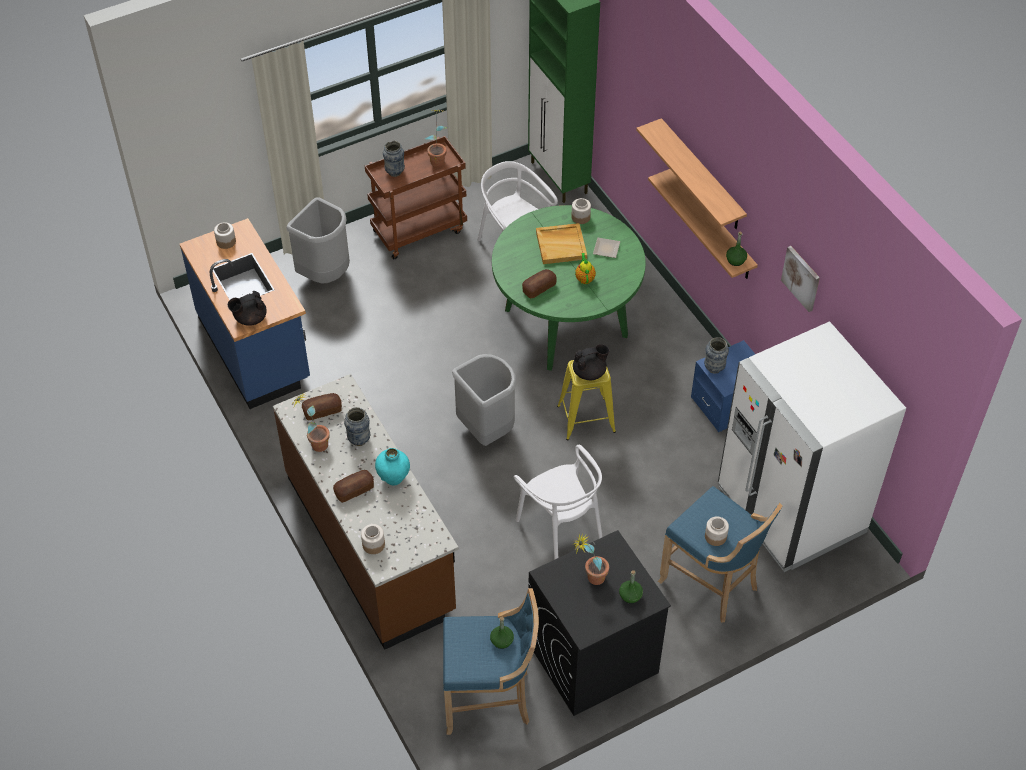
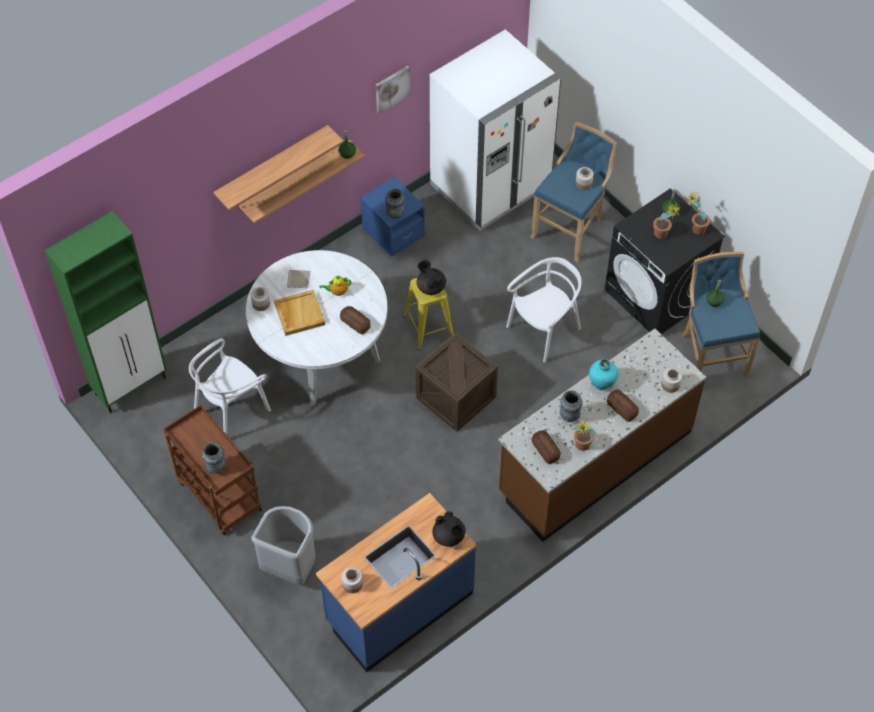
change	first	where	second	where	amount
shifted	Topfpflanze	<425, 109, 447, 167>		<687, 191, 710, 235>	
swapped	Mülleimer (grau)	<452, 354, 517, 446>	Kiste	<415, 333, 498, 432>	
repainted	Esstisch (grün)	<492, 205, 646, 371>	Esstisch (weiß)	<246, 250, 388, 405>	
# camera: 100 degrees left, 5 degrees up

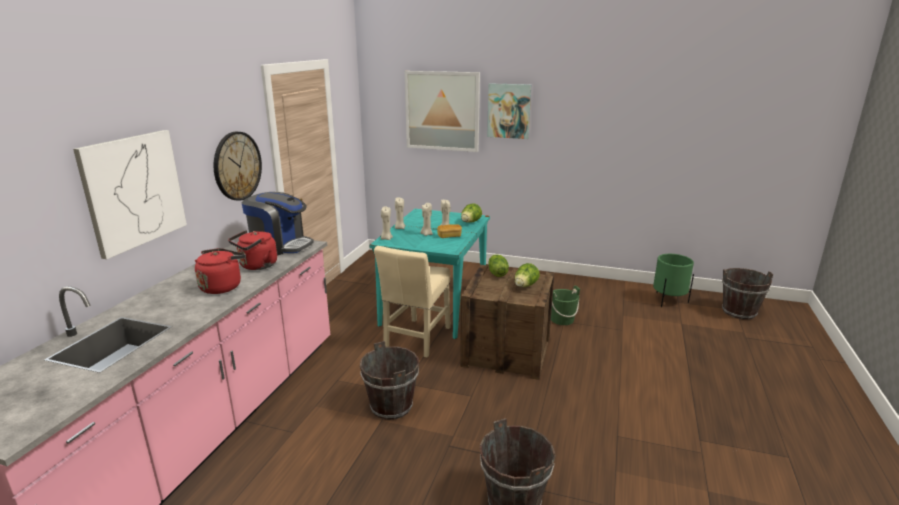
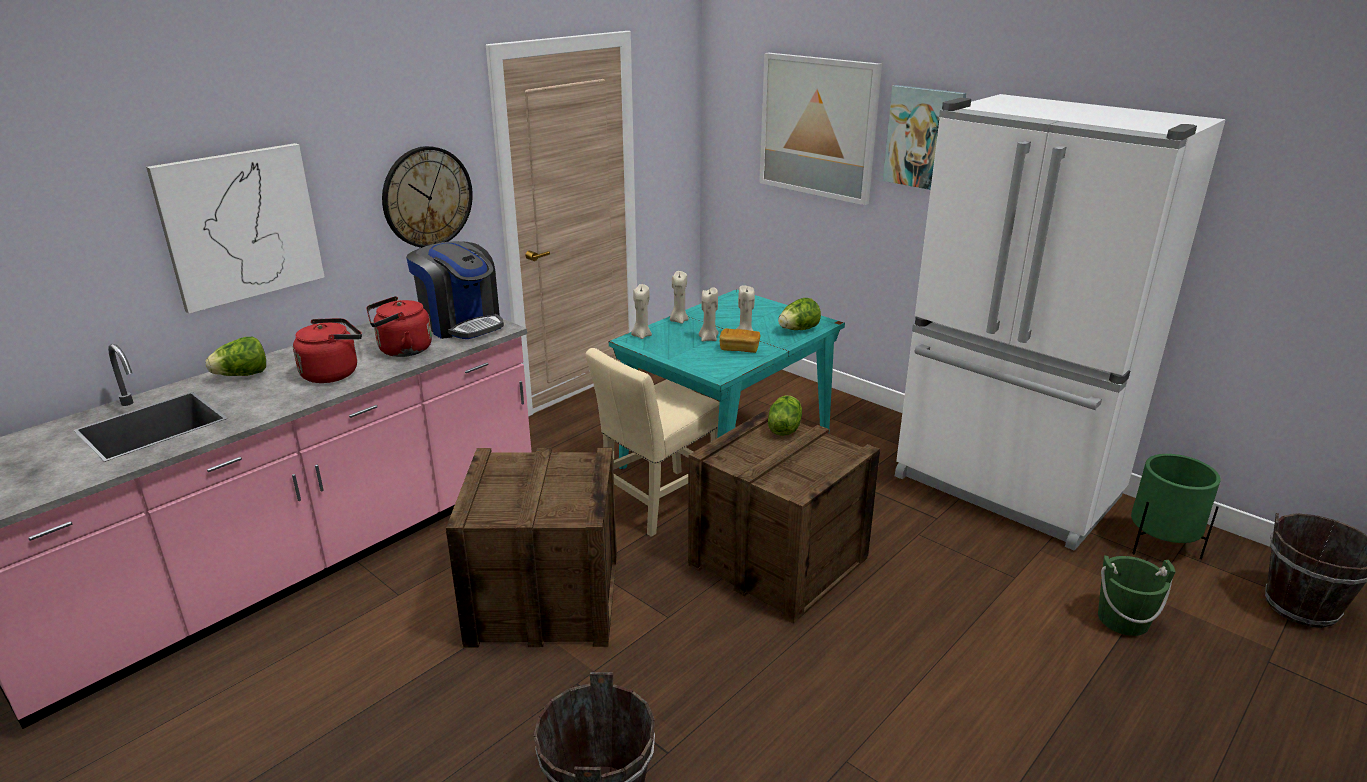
change	first	where	second	where	amount
new			Kühlschrank (weiß)	<895, 94, 1226, 551>	
shifted	Salatkopf	<515, 263, 540, 287>		<205, 337, 266, 376>	
shifted	Eimer (grün)	<551, 285, 580, 325>		<1098, 555, 1176, 636>	
swapped	Eimer (braun)	<360, 341, 419, 420>	Kiste	<446, 448, 617, 648>	
# camera: 25 degrees right, 5 degrees up

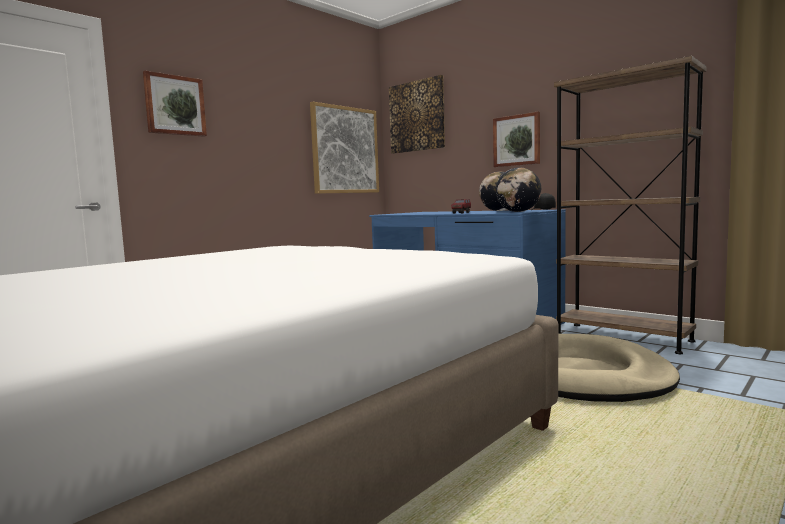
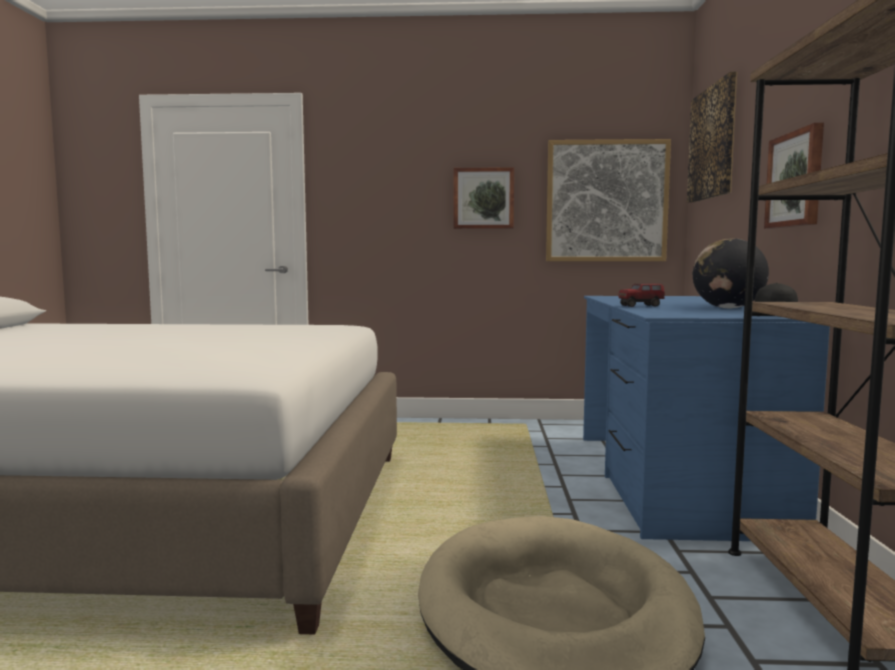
change	first	where	second	where	amount
gone	Globus	<496, 167, 541, 212>			
shifted	Bild	<143, 70, 207, 137>		<454, 167, 514, 229>	
# camera: 50 degrees right, 0 degrees up

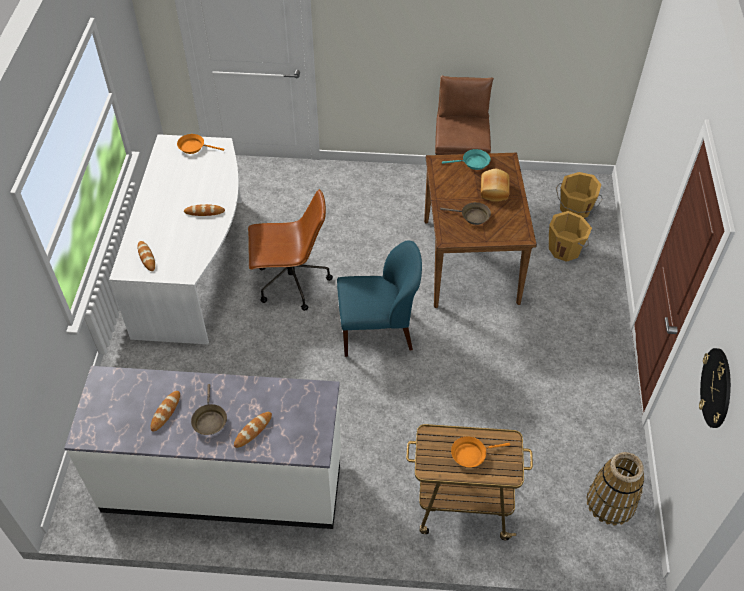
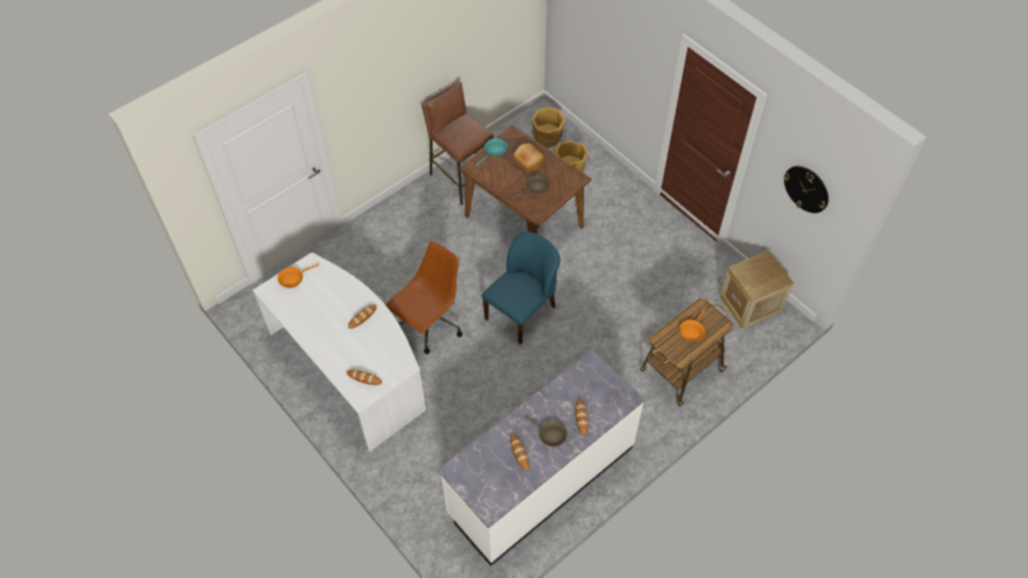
change	first	where	second	where	amount
swapped	Korb	<586, 452, 644, 526>	Kiste	<719, 250, 794, 329>	
# camera: 45 degrees left, 5 degrees up

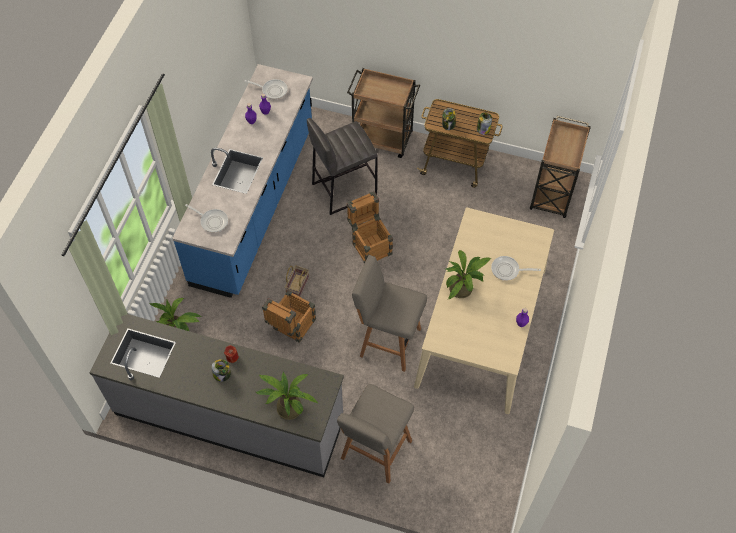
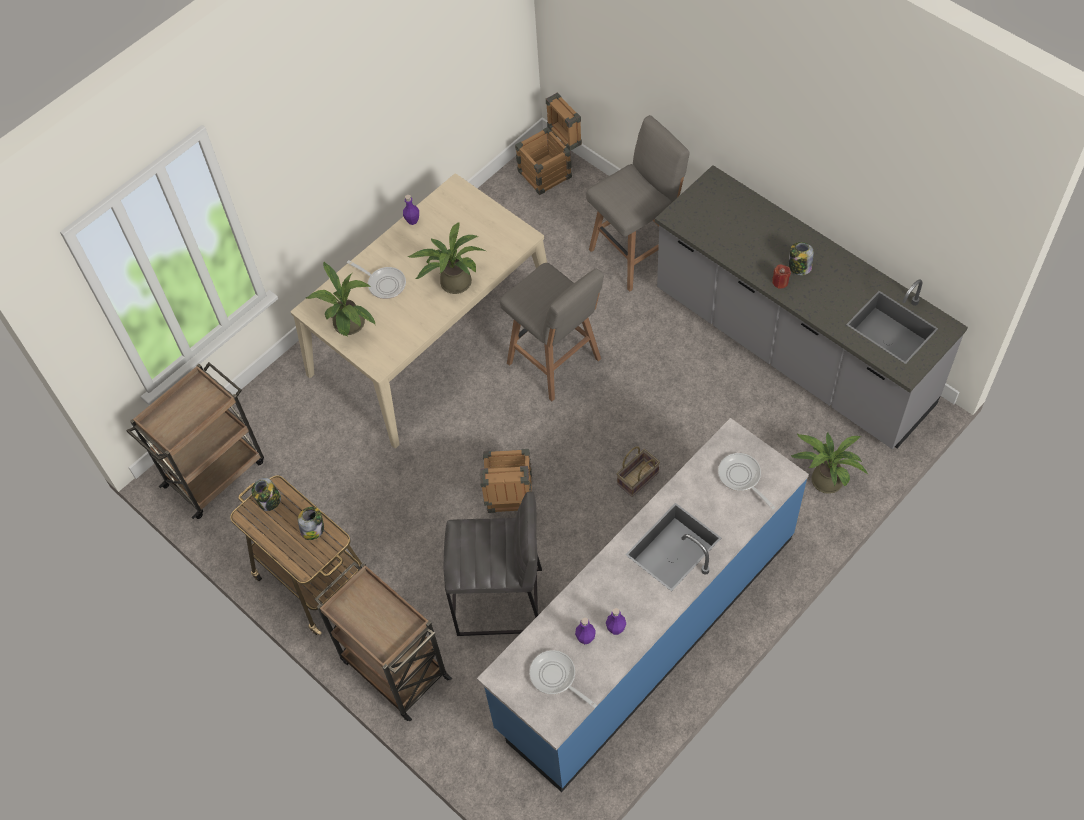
change	first	where	second	where	amount
shifted	Topfpflanze	<256, 372, 318, 420>		<306, 262, 375, 336>	
shifted	Kiste	<262, 290, 316, 343>		<515, 92, 582, 195>	
# camera: 150 degrees left, 0 degrees up

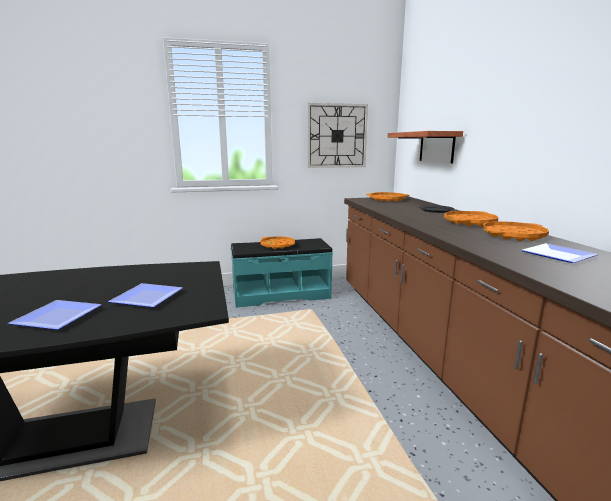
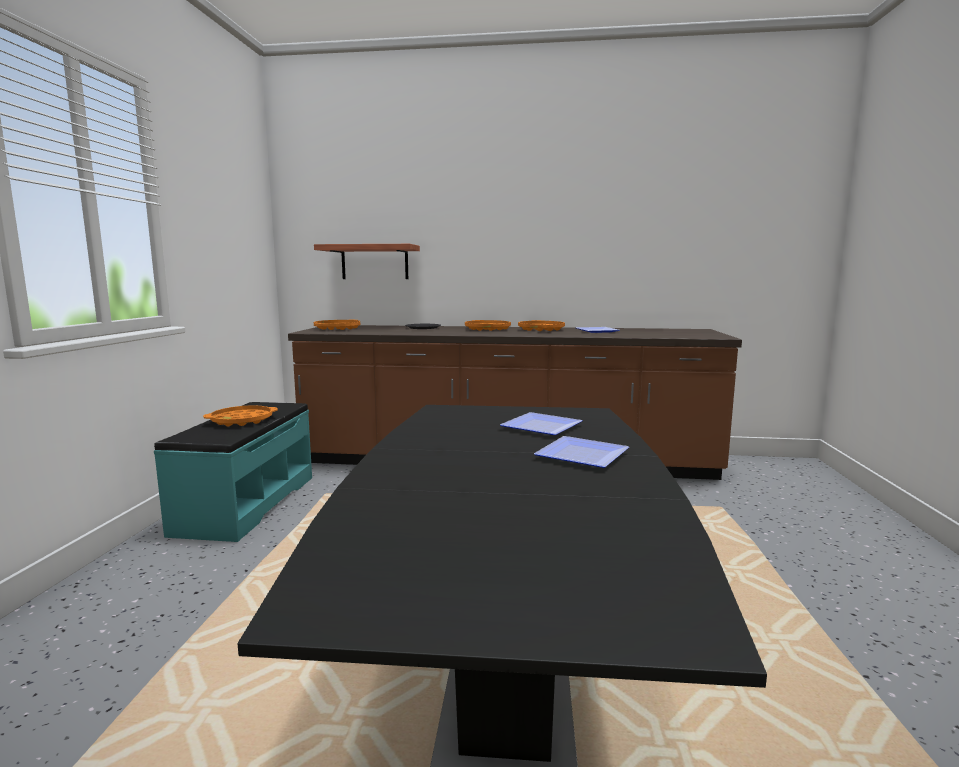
change	first	where	second	where	amount
gone	Wanduhr	<307, 103, 368, 168>			
# camera: 70 degrees left, 5 degrees down

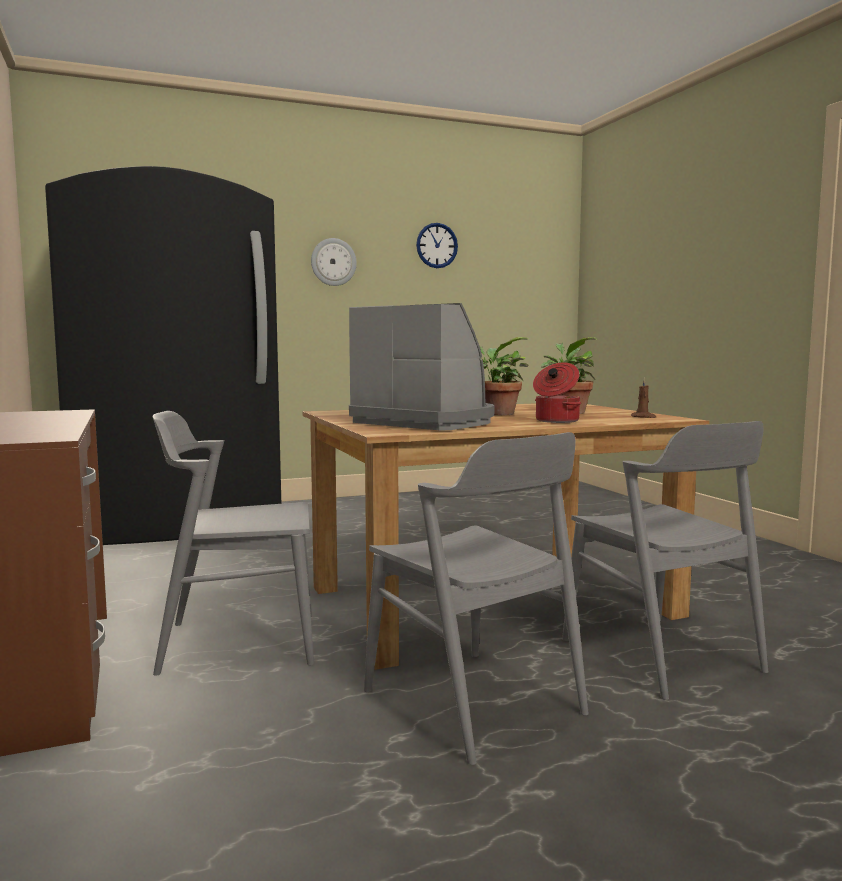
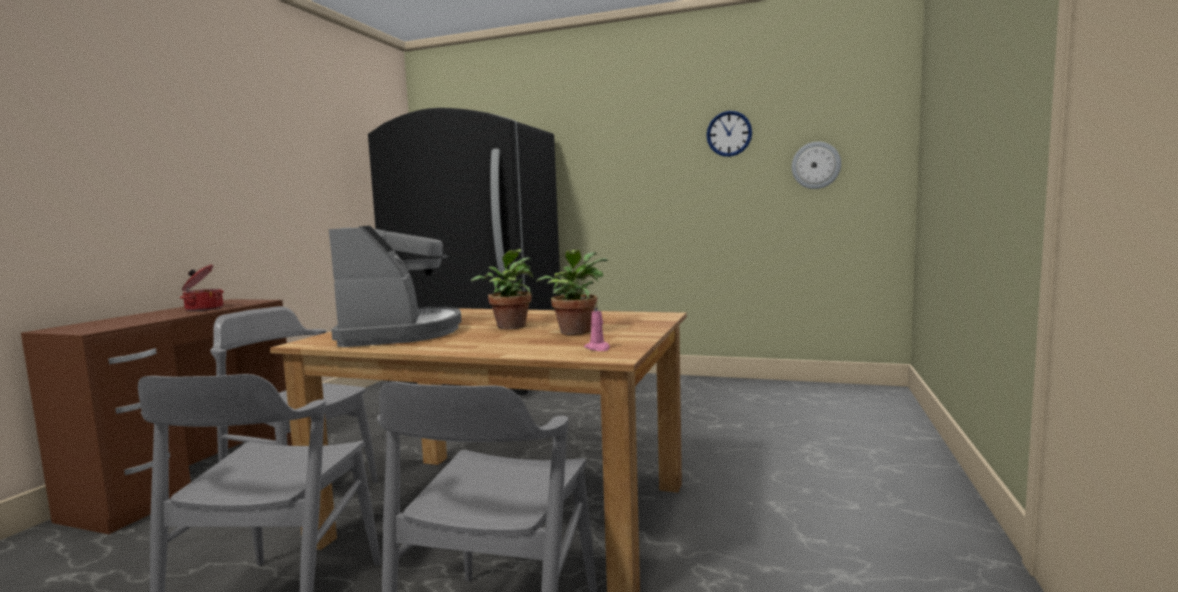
change	first	where	second	where	amount
shifted	Wanduhr	<311, 238, 357, 286>		<792, 142, 841, 189>	
shifted	Kochtopf	<533, 362, 581, 423>		<180, 265, 224, 311>	
repainted	Kerze (braun)	<631, 378, 657, 418>	Kerze (rosa)	<584, 302, 610, 351>	
# camera: 40 degrees right, 0 degrees up

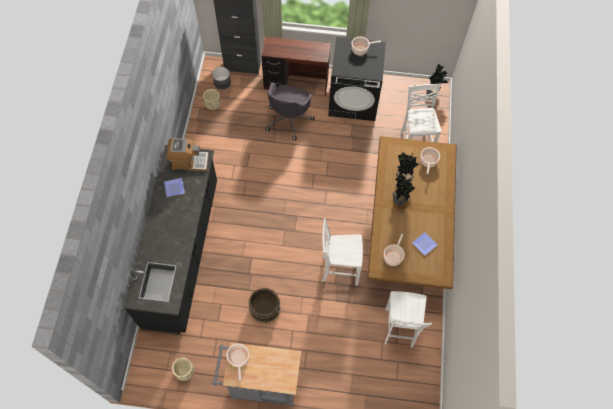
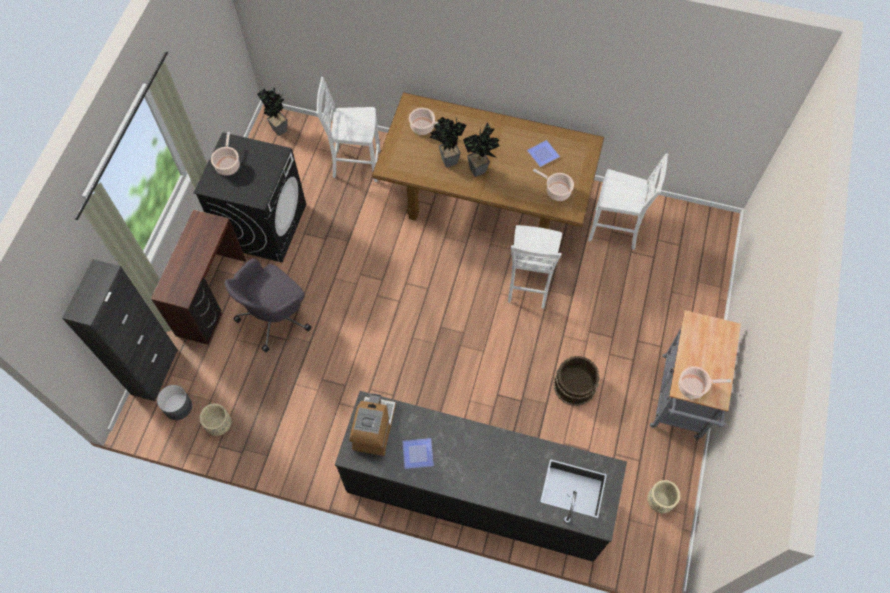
change	first	where	second	where	amount
rotated	Bürostuhl (grau)	<266, 82, 315, 141>		<225, 258, 311, 352>	105 degrees clockwise
# camera: 80 degrees left, 0 degrees up

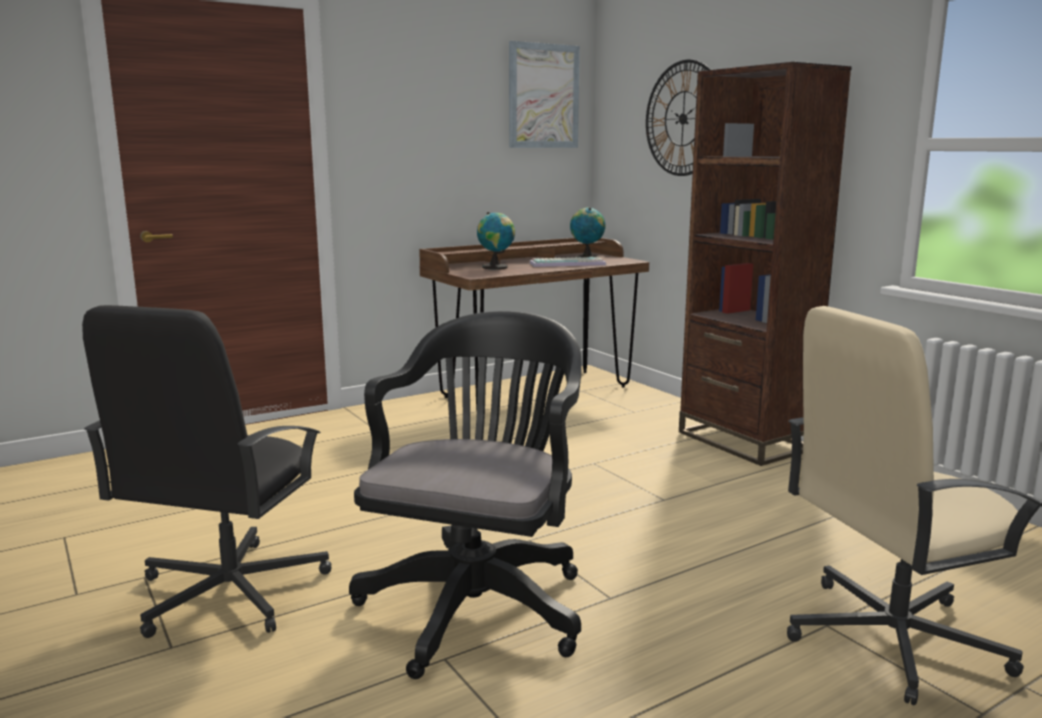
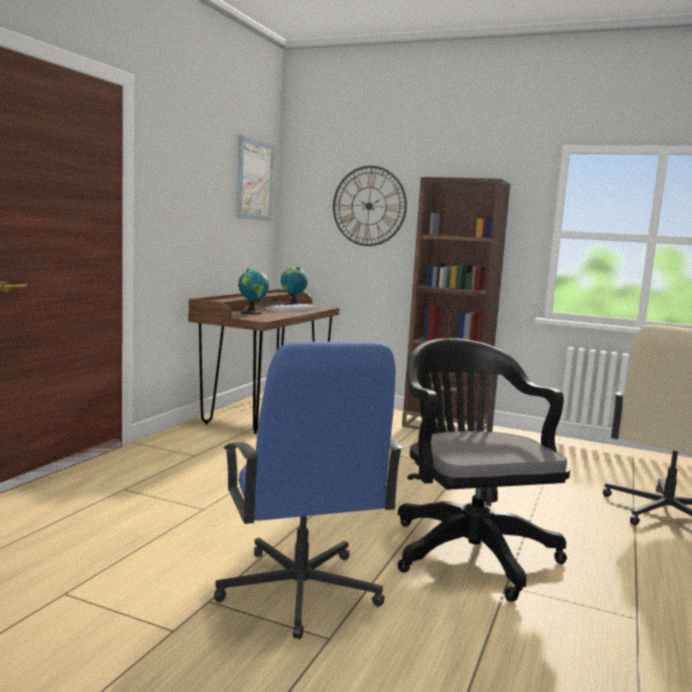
change	first	where	second	where	amount
repainted	Bürostuhl (schwarz)	<82, 305, 331, 638>	Bürostuhl (blau)	<214, 342, 403, 639>	
# camera: 35 degrees left, 5 degrees down

